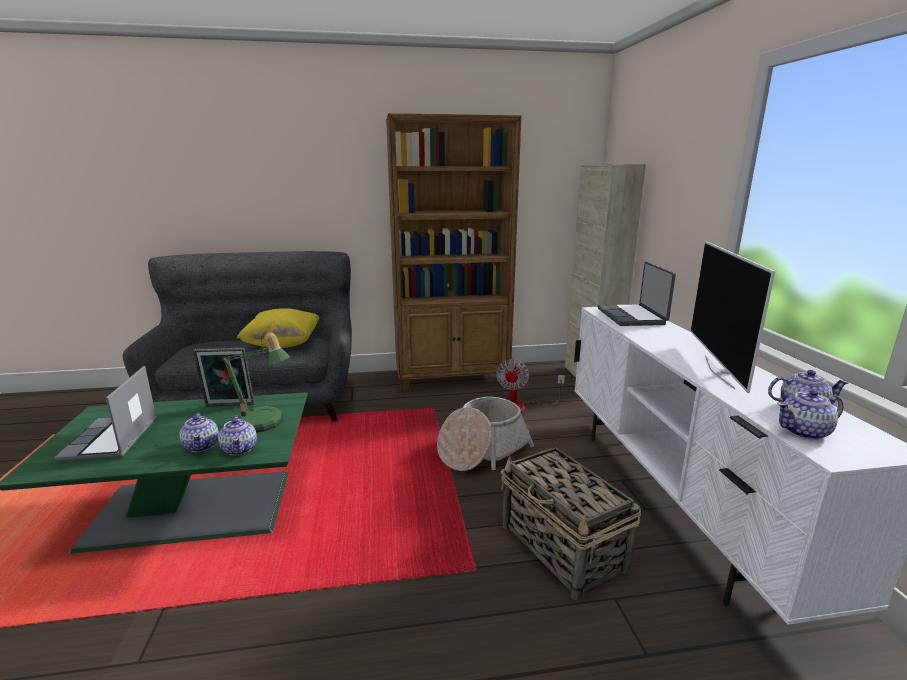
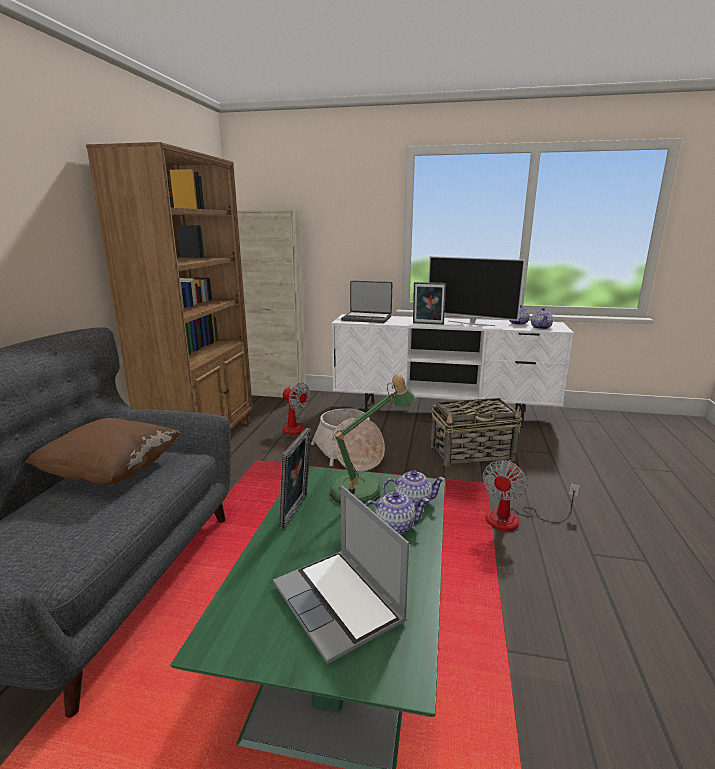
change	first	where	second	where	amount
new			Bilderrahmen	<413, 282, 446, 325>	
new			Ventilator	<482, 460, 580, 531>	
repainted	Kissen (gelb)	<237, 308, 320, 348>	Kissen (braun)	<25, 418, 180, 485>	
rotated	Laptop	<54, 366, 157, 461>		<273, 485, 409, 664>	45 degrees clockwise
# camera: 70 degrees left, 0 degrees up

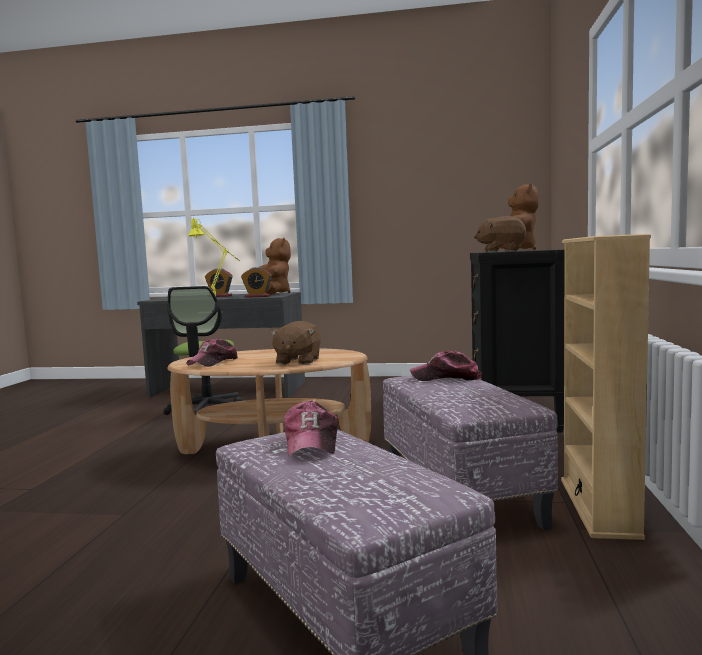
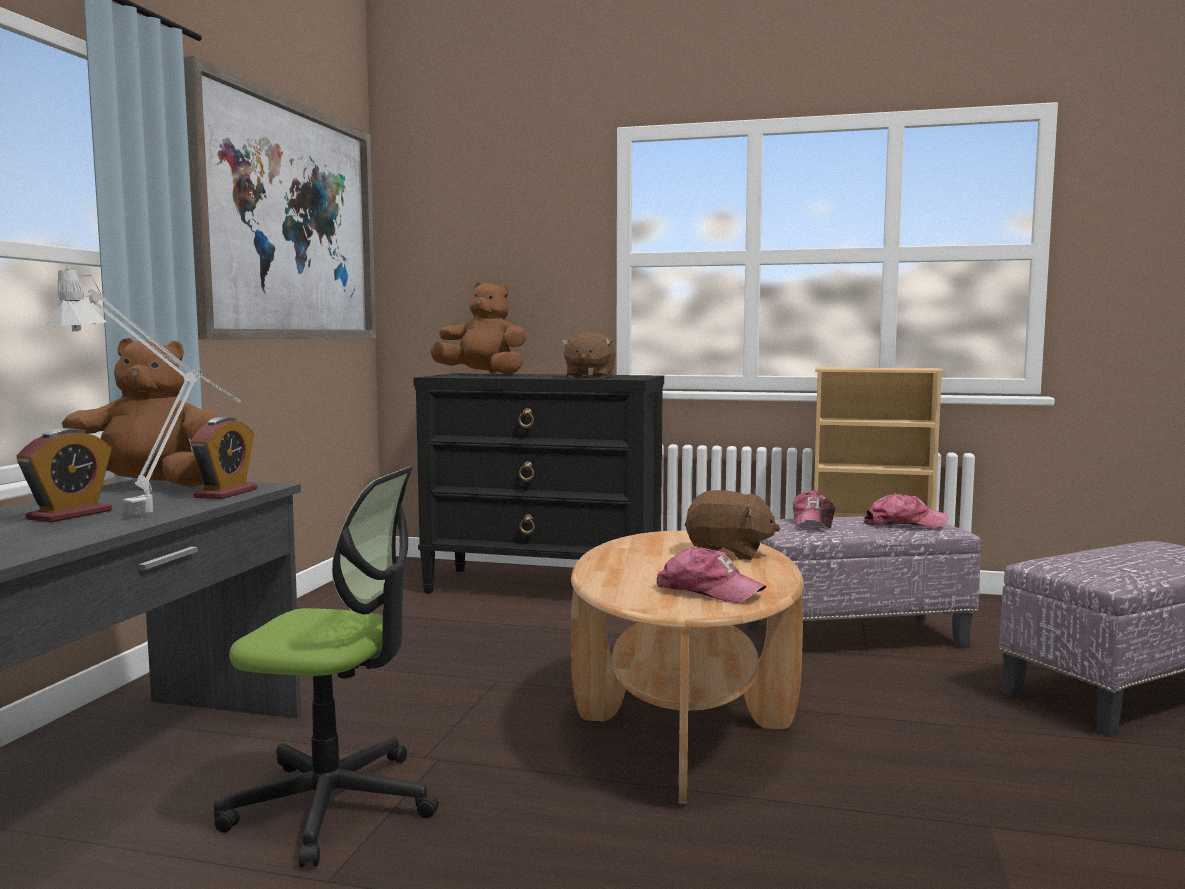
change	first	where	second	where	amount
new			Bild	<184, 56, 376, 339>	
shifted	Kappe	<284, 400, 338, 457>		<864, 493, 949, 528>	
repainted	Tischlampe (gelb)	<188, 217, 240, 296>	Tischlampe (grau)	<46, 265, 241, 516>	
# camera: 85 degrees left, 0 degrees up

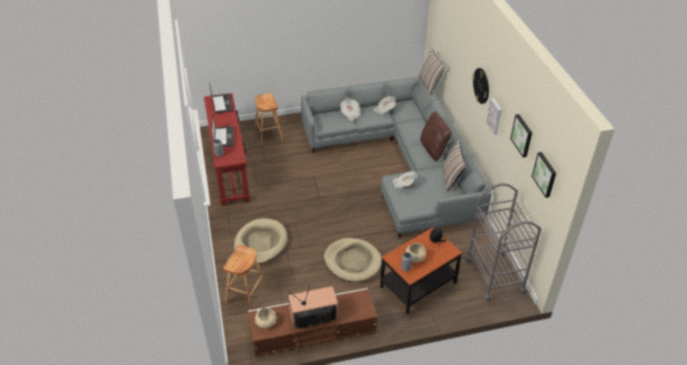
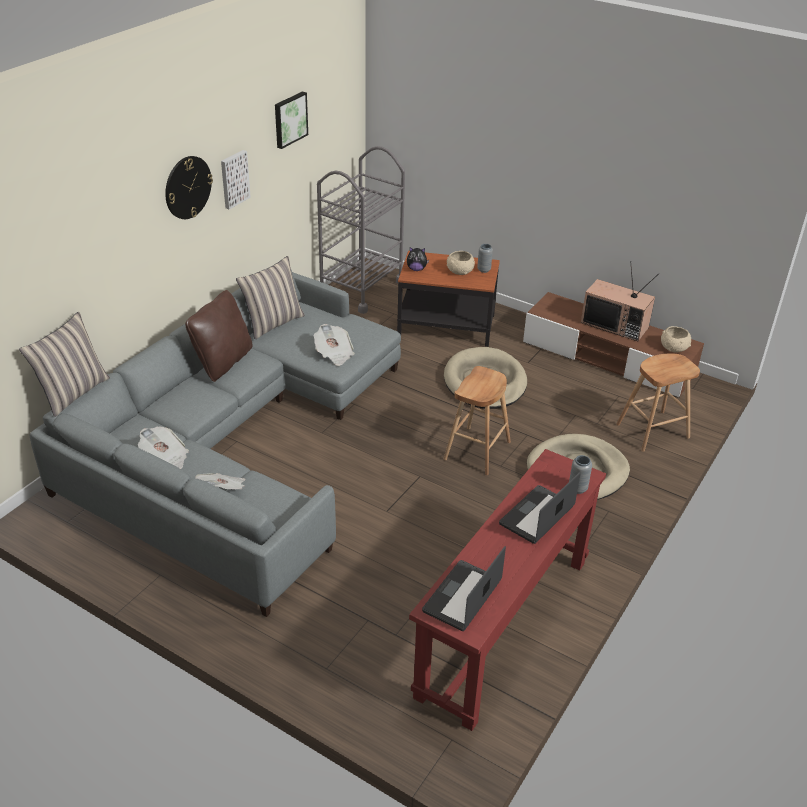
change	first	where	second	where	amount
gone	Bild	<532, 152, 556, 198>			
shifted	Hocker (braun)	<254, 93, 284, 145>		<443, 366, 511, 475>	
# camera: 135 degrees left, 5 degrees down

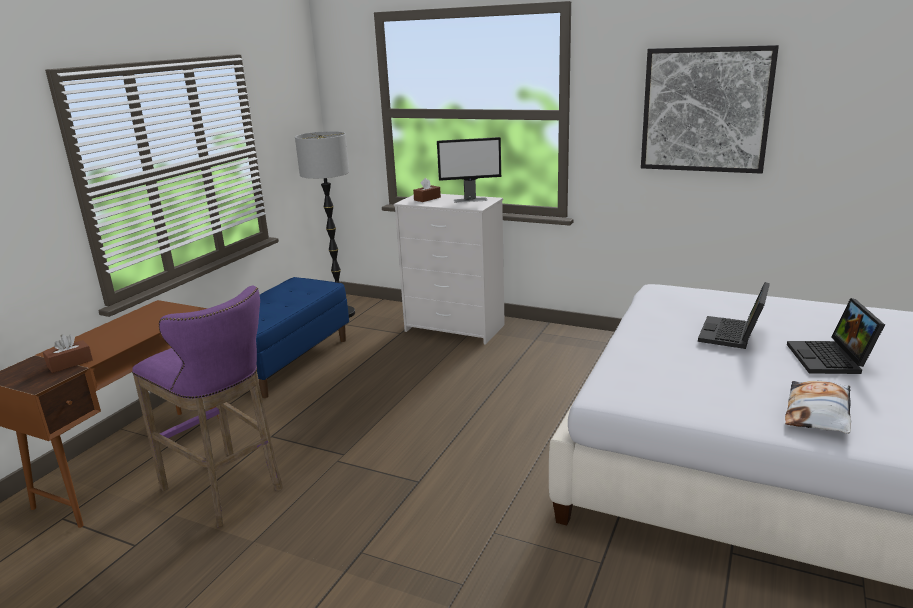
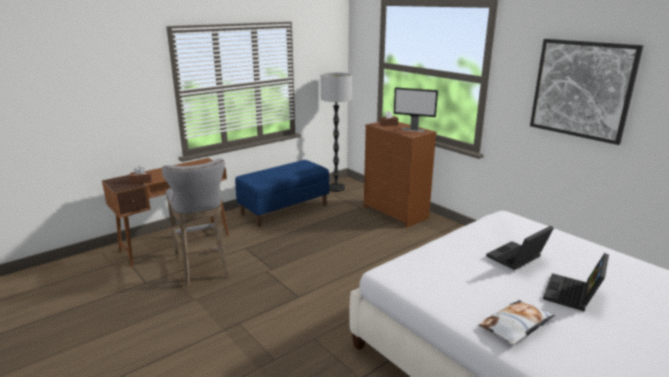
change	first	where	second	where	amount
repainted	Hocker (lila)	<132, 286, 283, 527>	Hocker (grau)	<162, 158, 230, 287>	
repainted	Kommode (weiß)	<394, 194, 505, 345>	Kommode (braun)	<364, 122, 437, 228>	
# camera: 25 degrees right, 0 degrees up

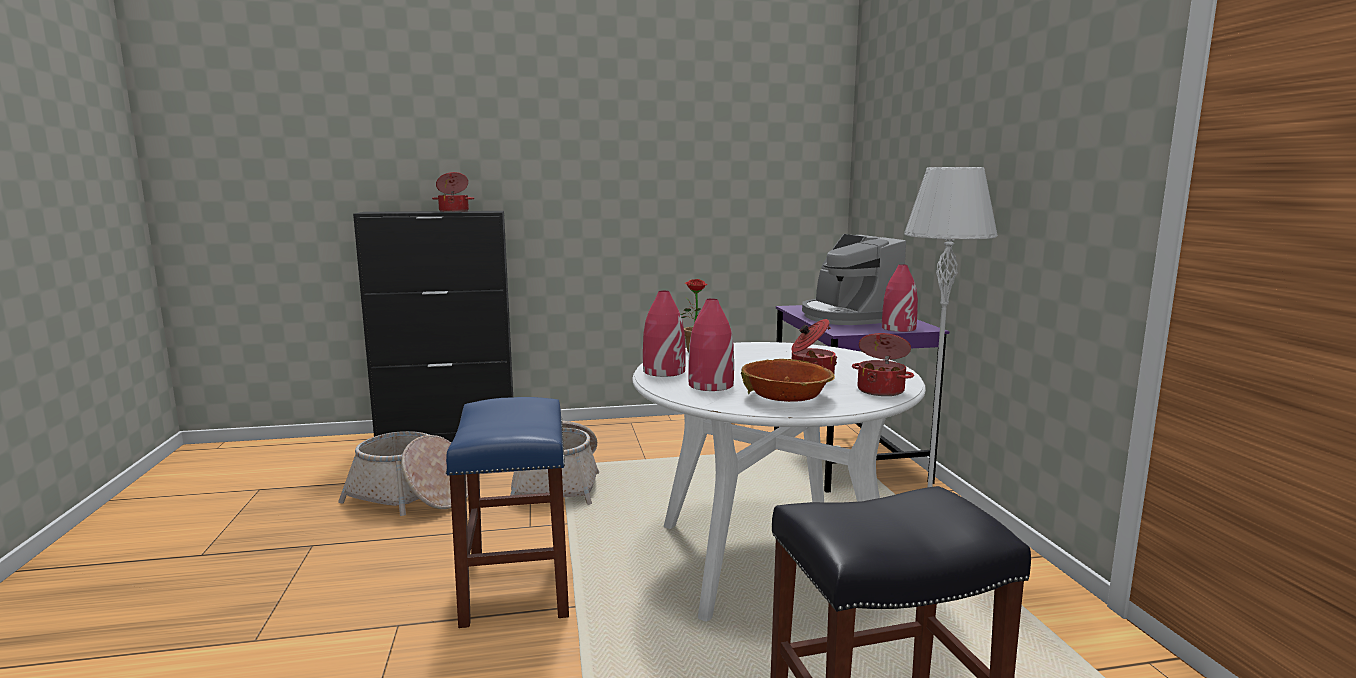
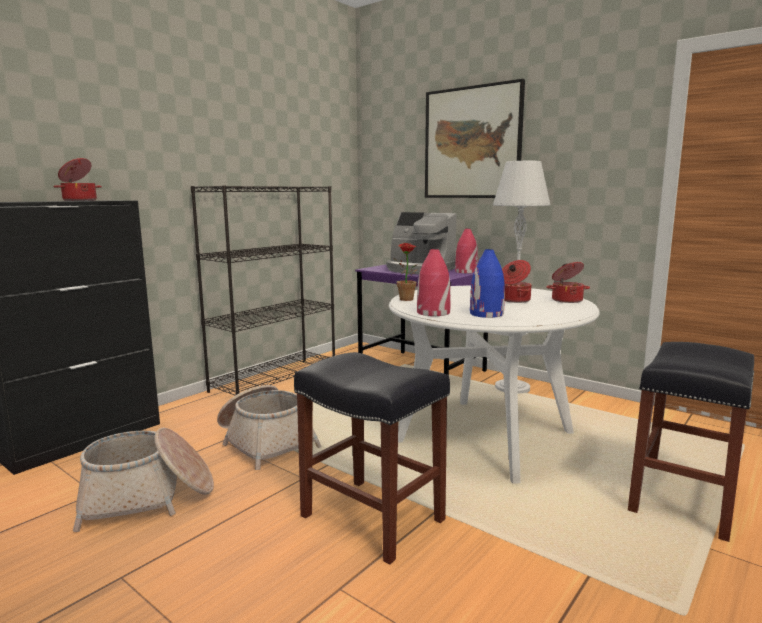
change	first	where	second	where	amount
gone	Schüssel	<741, 359, 835, 402>			
new			Bücherregal (schwarz)	<191, 185, 335, 395>	
new			Bild	<425, 79, 525, 198>	
repainted	Hocker (blau)	<446, 397, 569, 628>	Hocker (schwarz)	<294, 352, 450, 565>	
repainted	Vase (rot)	<688, 298, 734, 391>	Vase (blau)	<470, 249, 505, 318>	
# camera: 40 degrees left, 0 degrees up

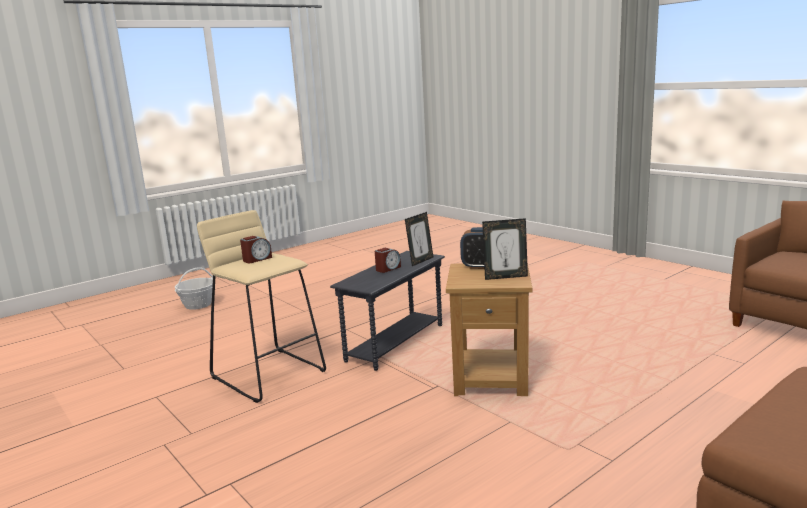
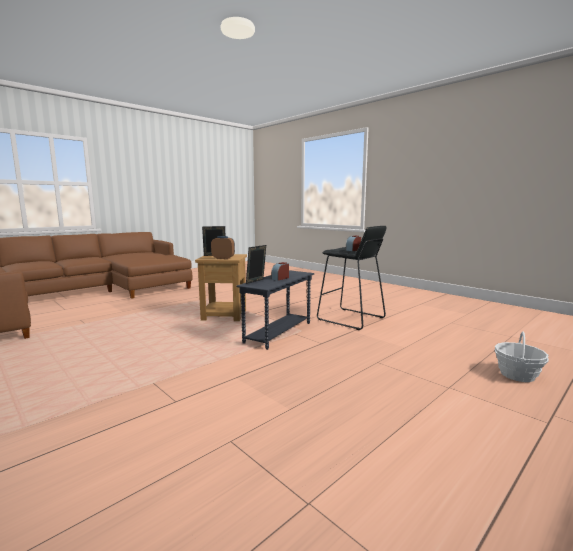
change	first	where	second	where	amount
repainted	Hocker (beige)	<197, 210, 326, 403>	Hocker (schwarz)	<317, 226, 386, 330>	
# camera: 175 degrees right, 5 degrees down

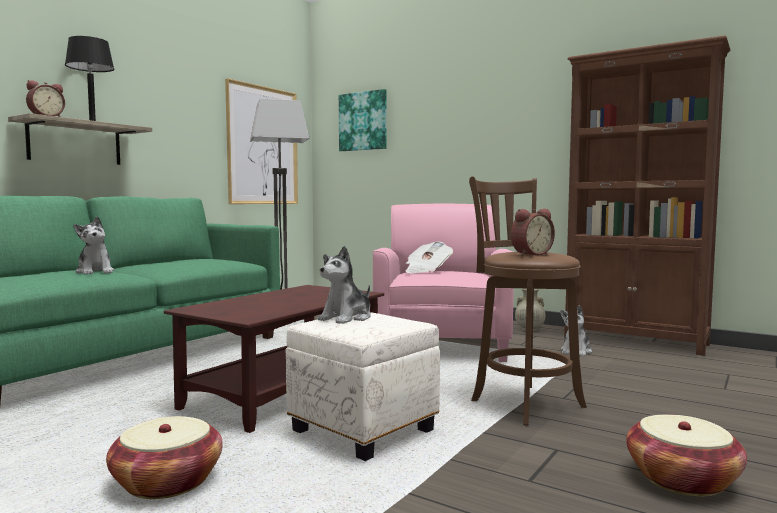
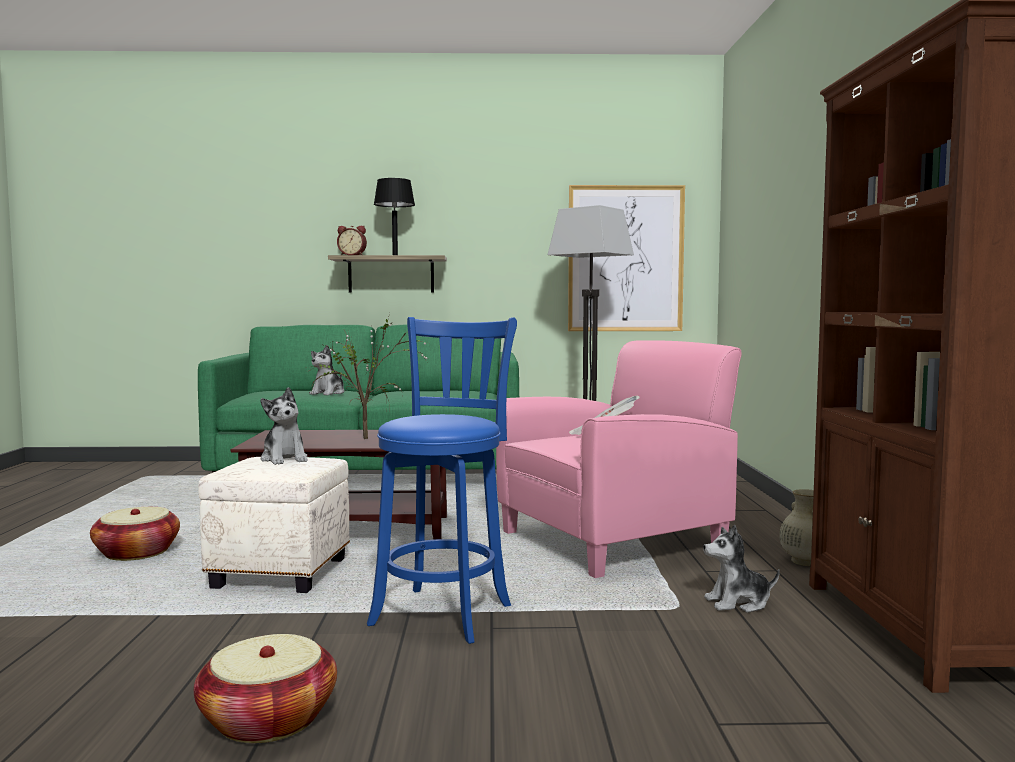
change	first	where	second	where	amount
gone	Bild	<339, 89, 387, 151>			
gone	Wecker	<511, 209, 555, 256>			
new			Topfpflanze	<306, 317, 431, 439>	
repainted	Hocker (braun)	<469, 176, 587, 426>	Hocker (blau)	<367, 317, 517, 644>	
rotated	Plüschtier	<318, 246, 371, 324>		<260, 387, 307, 465>	120 degrees counterclockwise
# camera: 55 degrees right, 0 degrees up

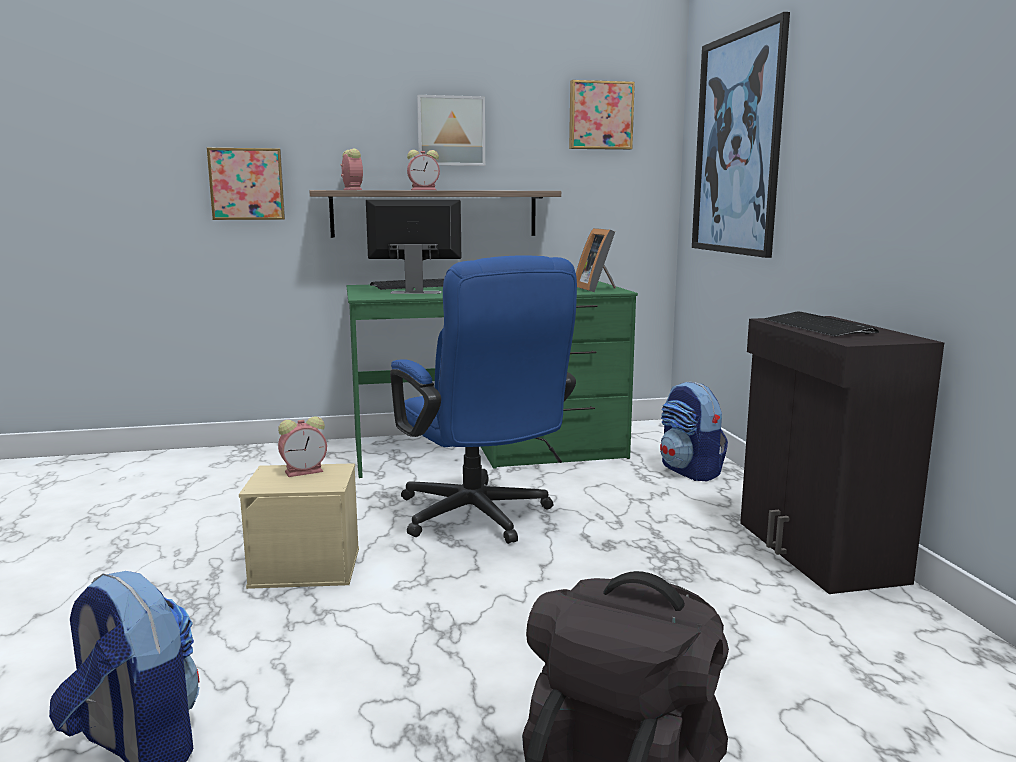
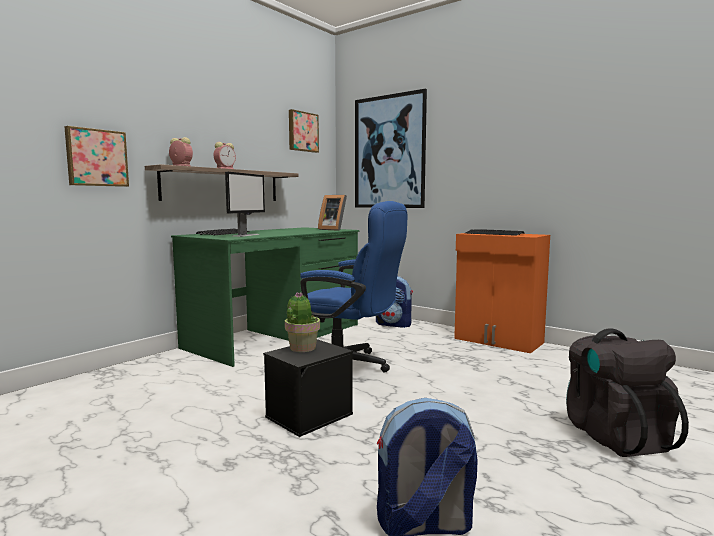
change	first	where	second	where	amount
gone	Bild	<417, 95, 485, 166>			
swapped	Wecker	<278, 416, 327, 477>	Topfpflanze	<285, 292, 320, 352>	
repainted	Aufbewahrungsbox (beige)	<239, 463, 359, 589>	Aufbewahrungsbox (schwarz)	<263, 339, 353, 437>	
repainted	Schrank (schwarz)	<740, 316, 944, 594>	Schrank (orange)	<454, 233, 550, 353>	
rotated	Monitor	<366, 200, 461, 294>		<225, 172, 265, 237>	150 degrees clockwise
# camera: 40 degrees left, 5 degrees down

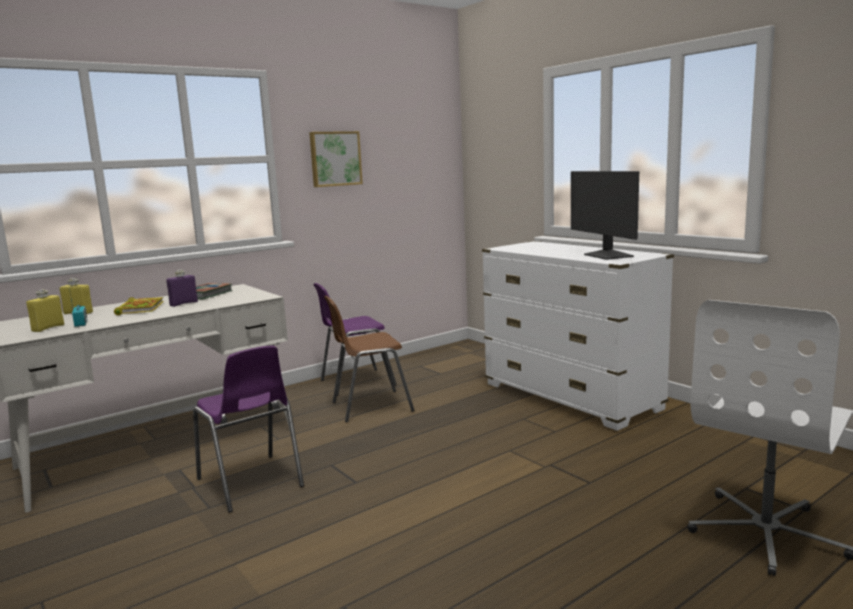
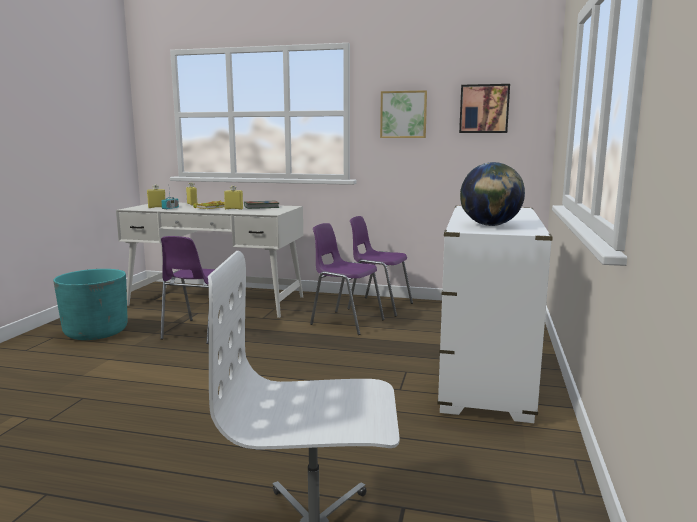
change	first	where	second	where	amount
new			Pflanzkübel (türkis)	<53, 269, 127, 340>	
new			Bild	<459, 84, 510, 133>	
swapped	Monitor	<571, 171, 639, 260>	Globus	<460, 162, 525, 226>	
repainted	Flasche (lila)	<166, 270, 198, 307>	Flasche (gelb)	<224, 186, 243, 210>	
repainted	Stuhl (braun)	<324, 296, 414, 422>	Stuhl (lila)	<310, 223, 385, 335>	
# camera: 50 degrees right, 0 degrees up

